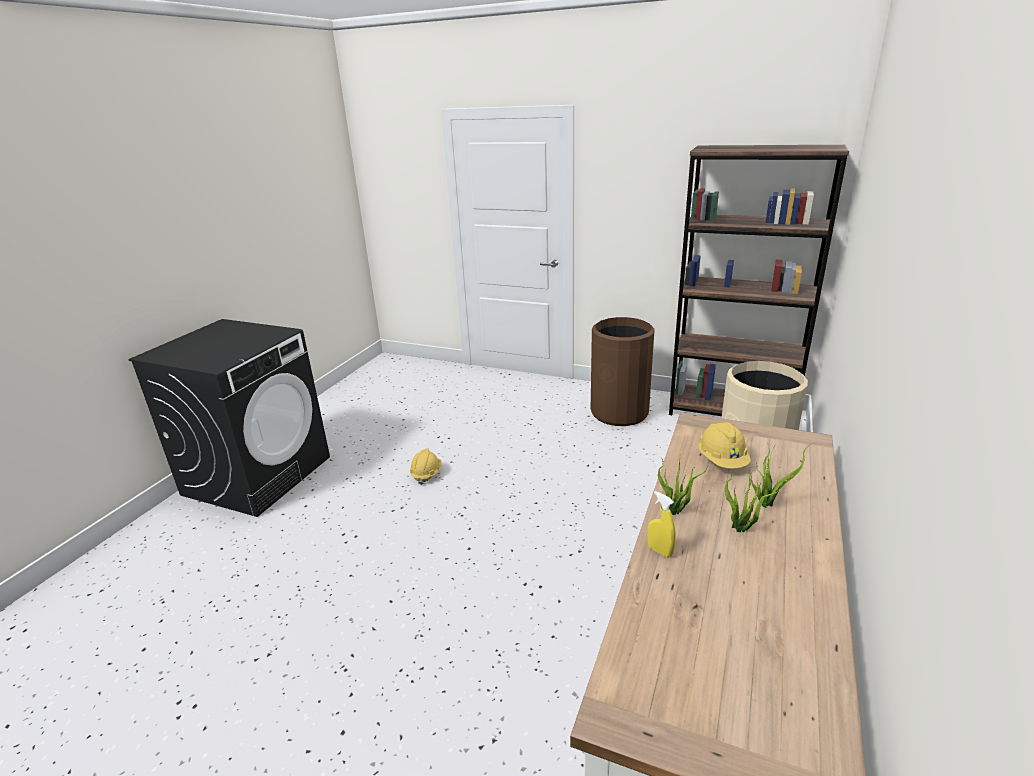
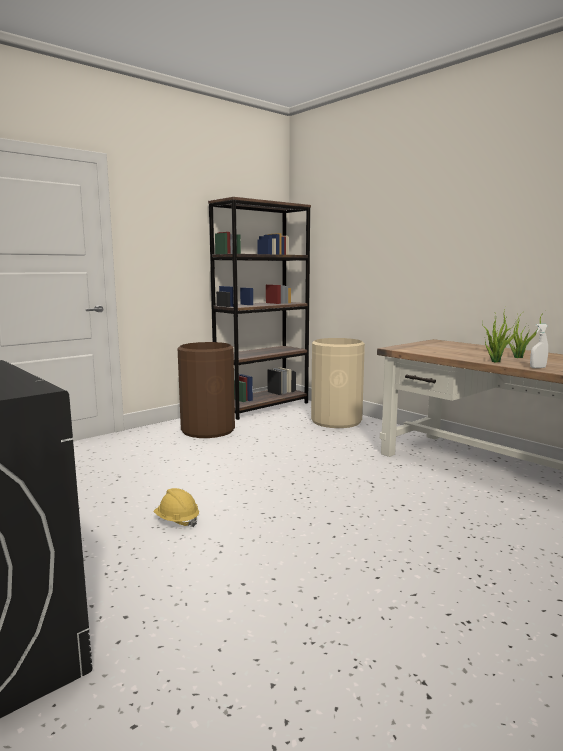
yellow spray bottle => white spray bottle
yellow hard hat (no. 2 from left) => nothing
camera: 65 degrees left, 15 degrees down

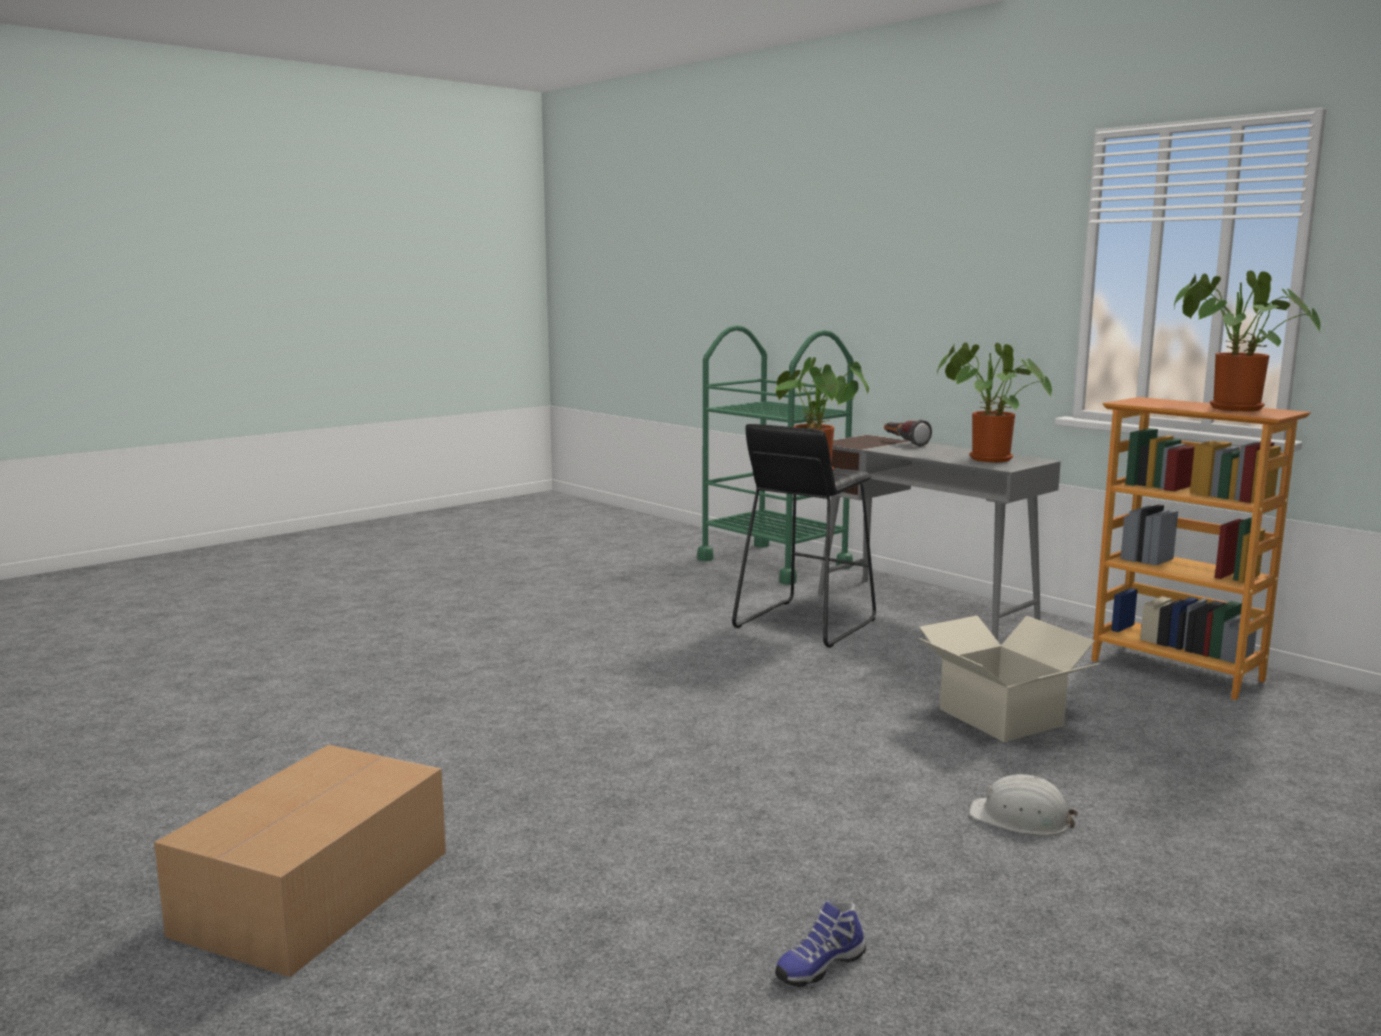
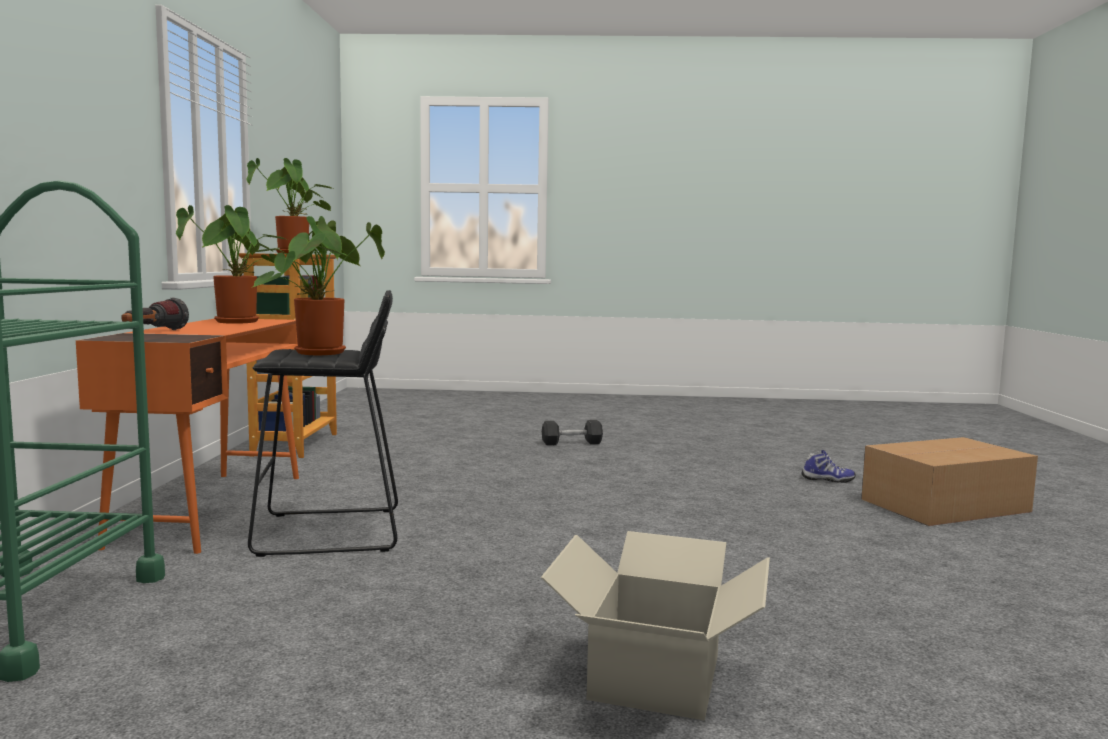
grey desk => orange desk
cardboard box (no. 2 from left in the first image) => cardboard box (no. 1 from left), relocated
white hard hat => grey dumbbell
shoe, relocated
camera: 135 degrees left, 5 degrees down

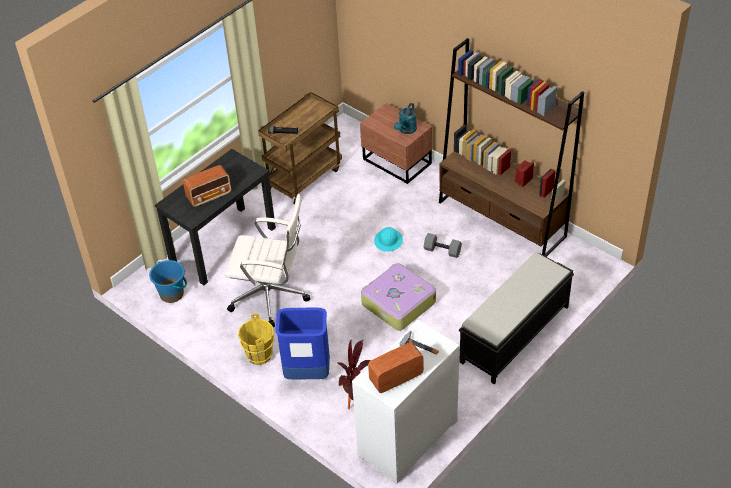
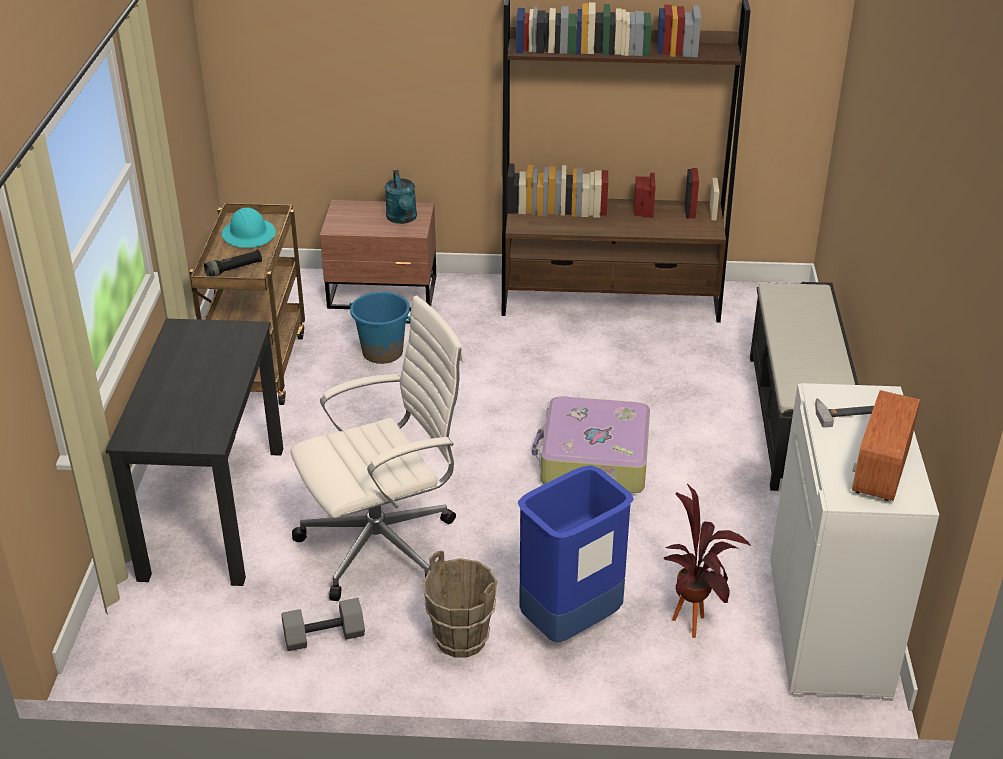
turquoise hard hat, relocated
grey dumbbell, relocated
blue bucket, relocated
yellow bucket => brown bucket
radio (no. 1 from left) => nothing
camera: 40 degrees left, 10 degrees down

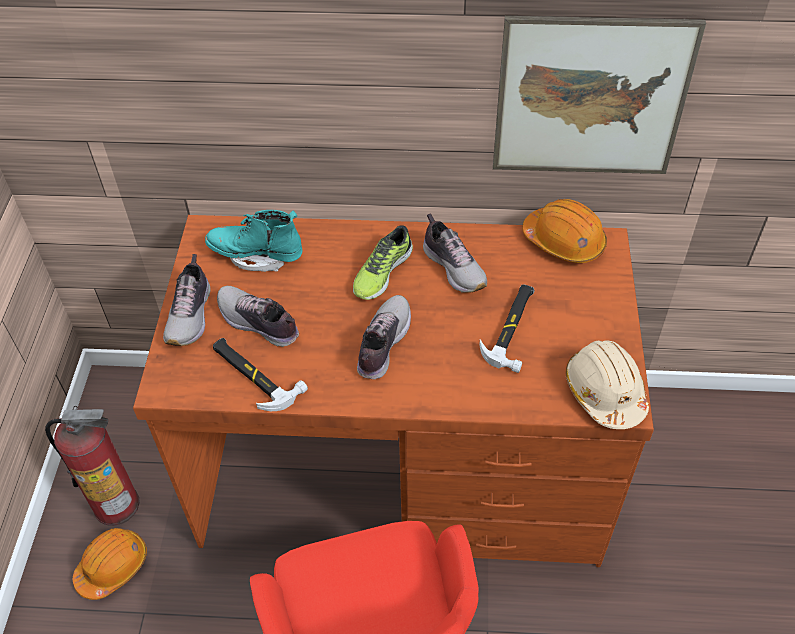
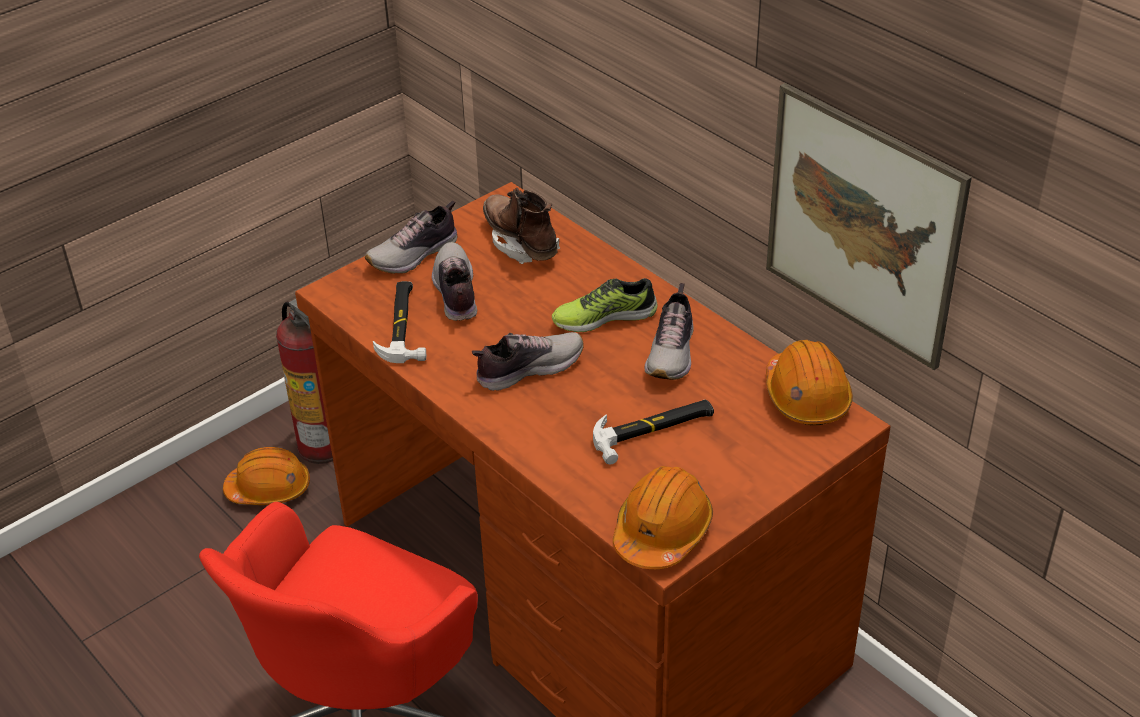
turquoise boot => brown boot
beige hard hat => orange hard hat (no. 2 from left)
camera: 45 degrees right, 10 degrees down

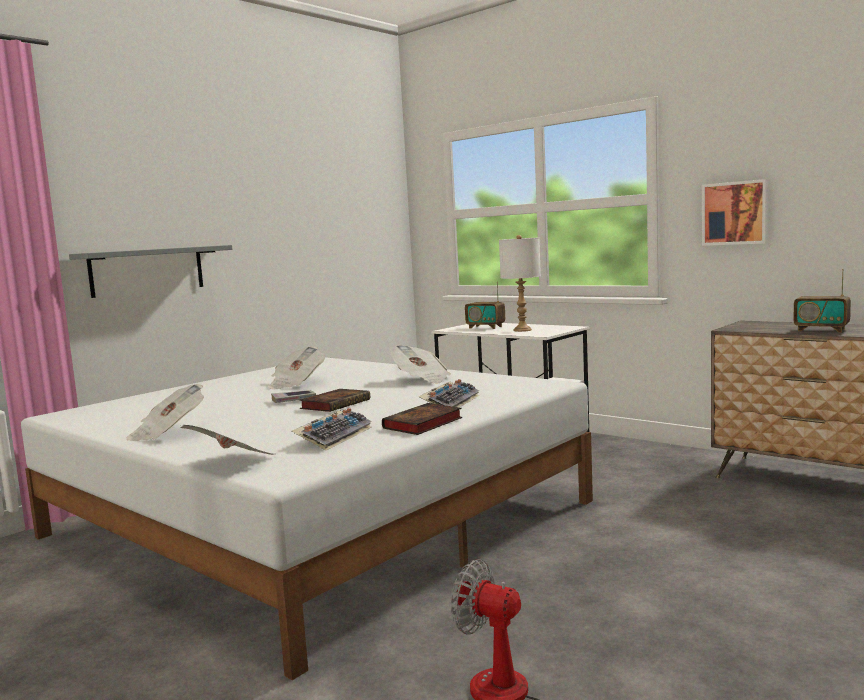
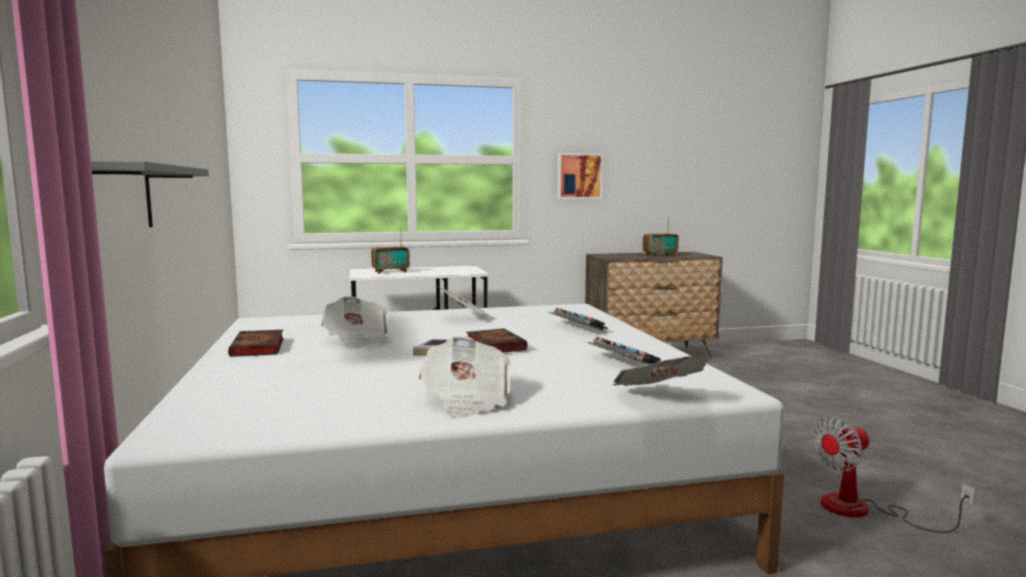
book (no. 3 from left in the first image) => book (no. 1 from left), relocated
white table lamp => nothing
camera: 55 degrees left, 0 degrees up

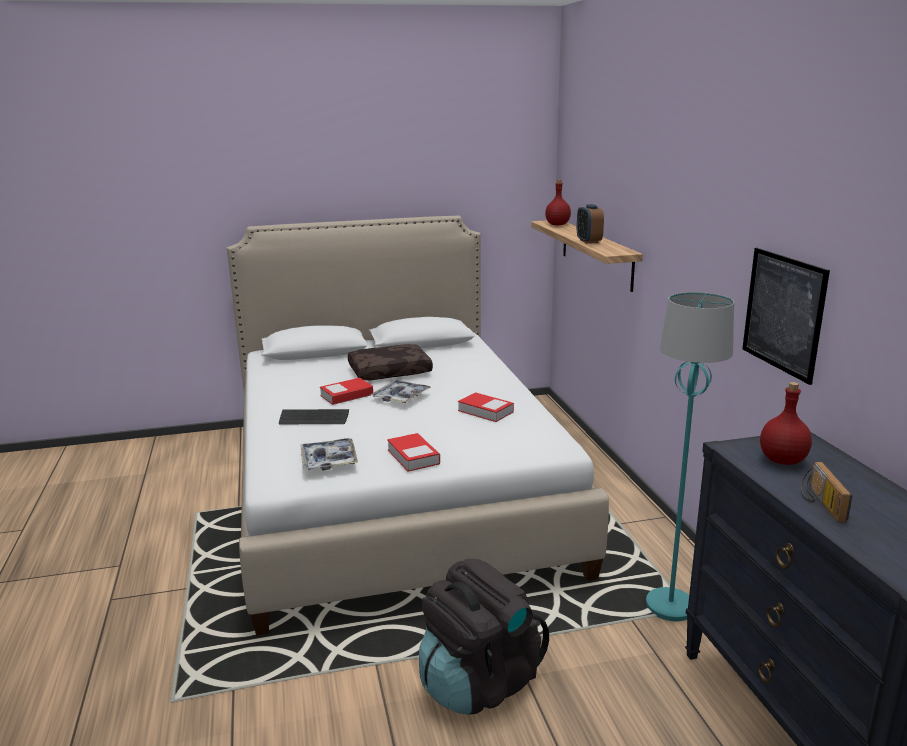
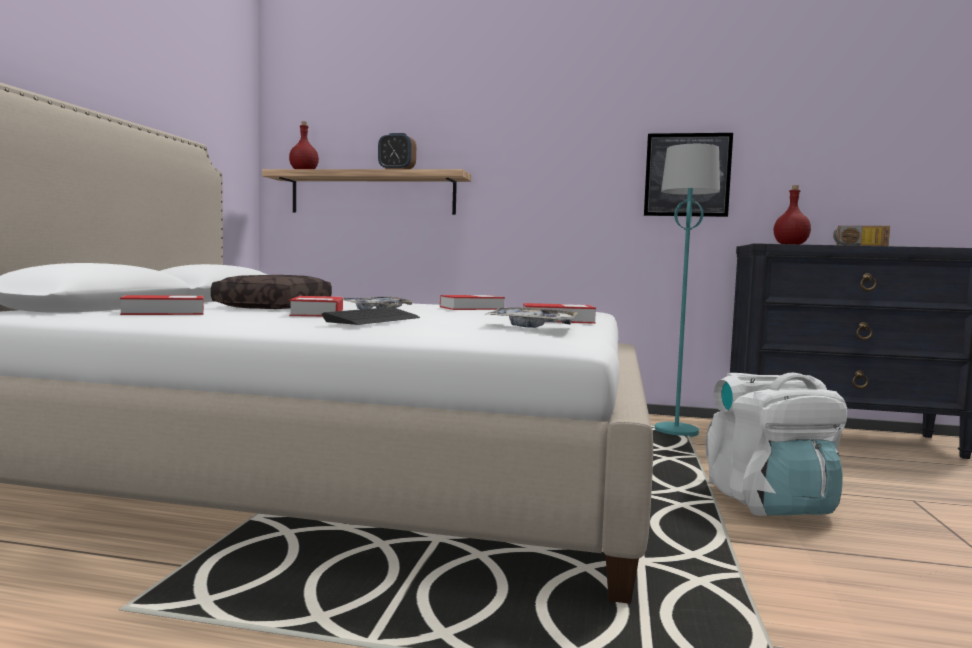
nothing => book (no. 1 from left)
black backpack => white backpack
camera: 65 degrees left, 15 degrees down

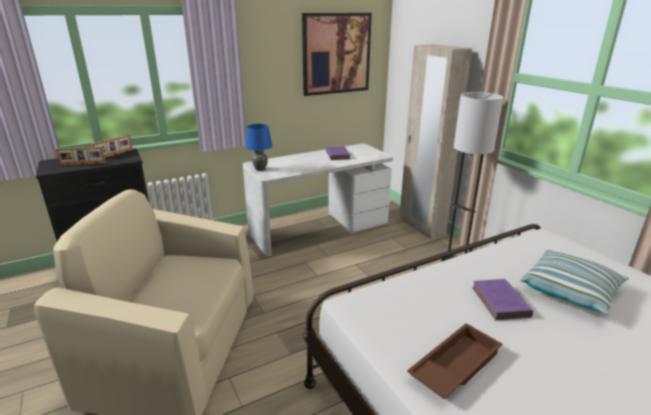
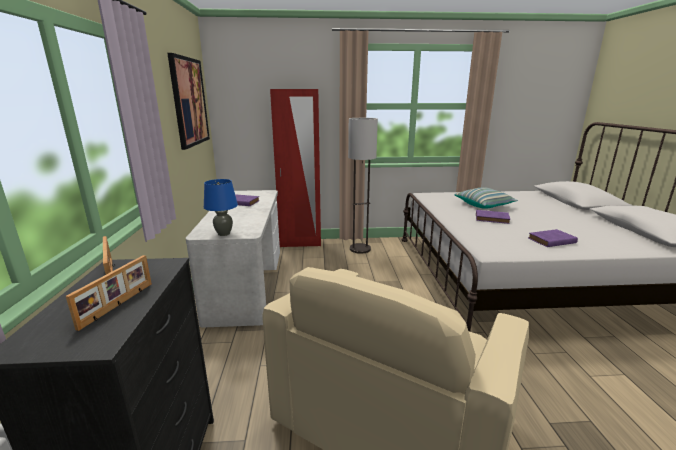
beige wardrobe => red wardrobe
brown tray => purple book (no. 3 from left)
camera: 65 degrees left, 5 degrees down

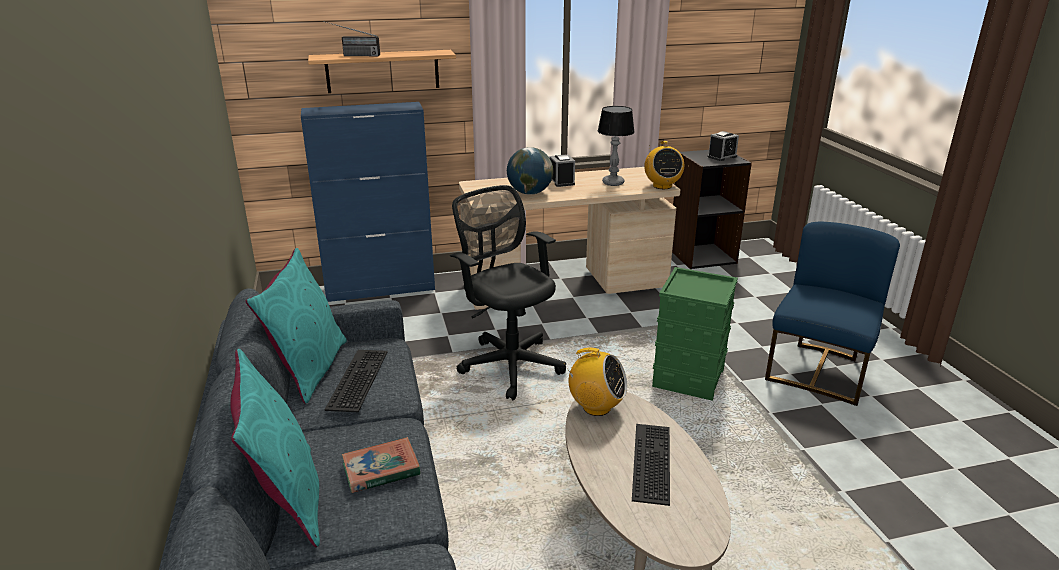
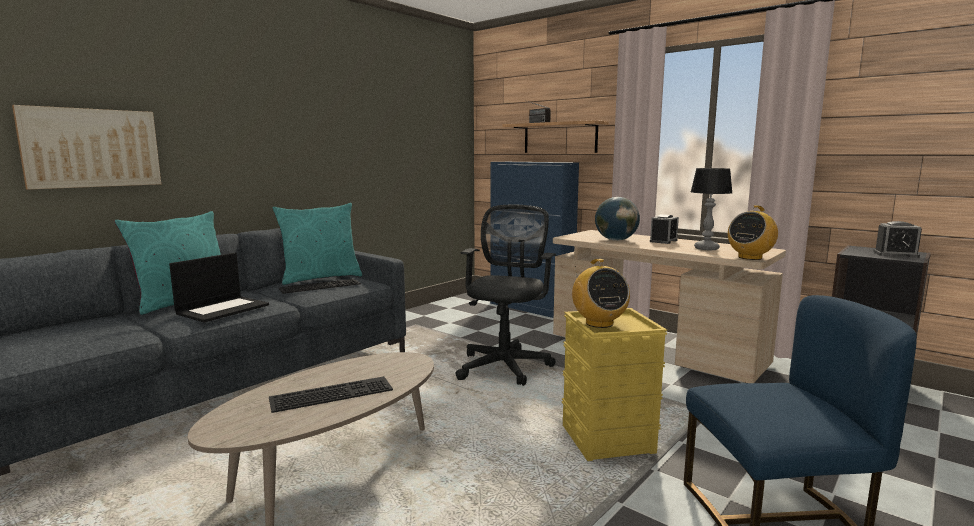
nothing => picture
book => laptop
green storage box => yellow storage box
radio (no. 2 from left), relocated
camera: 55 degrees right, 15 degrees down

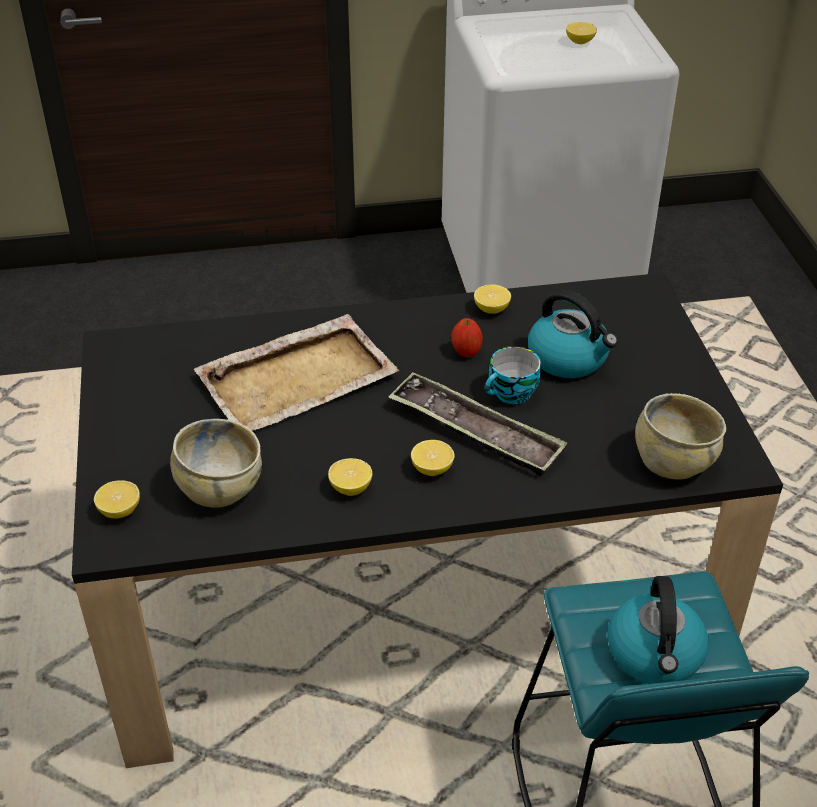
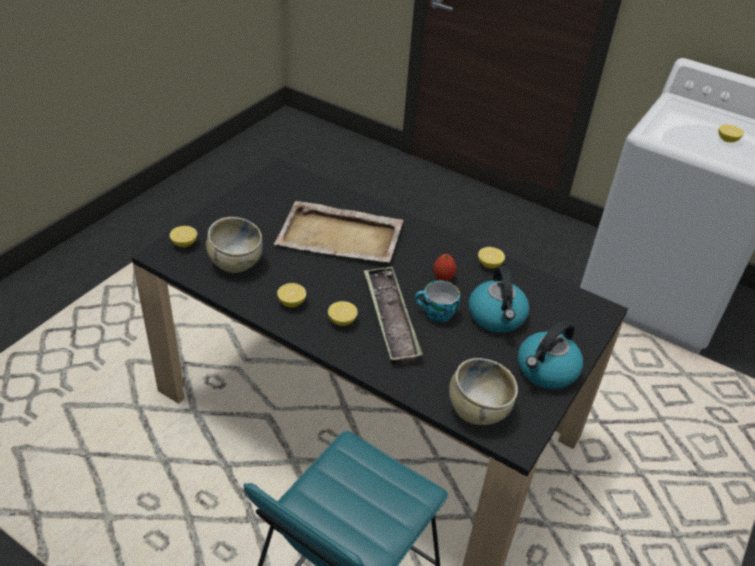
kettle (no. 2 from left), relocated
camera: 40 degrees right, 0 degrees up

